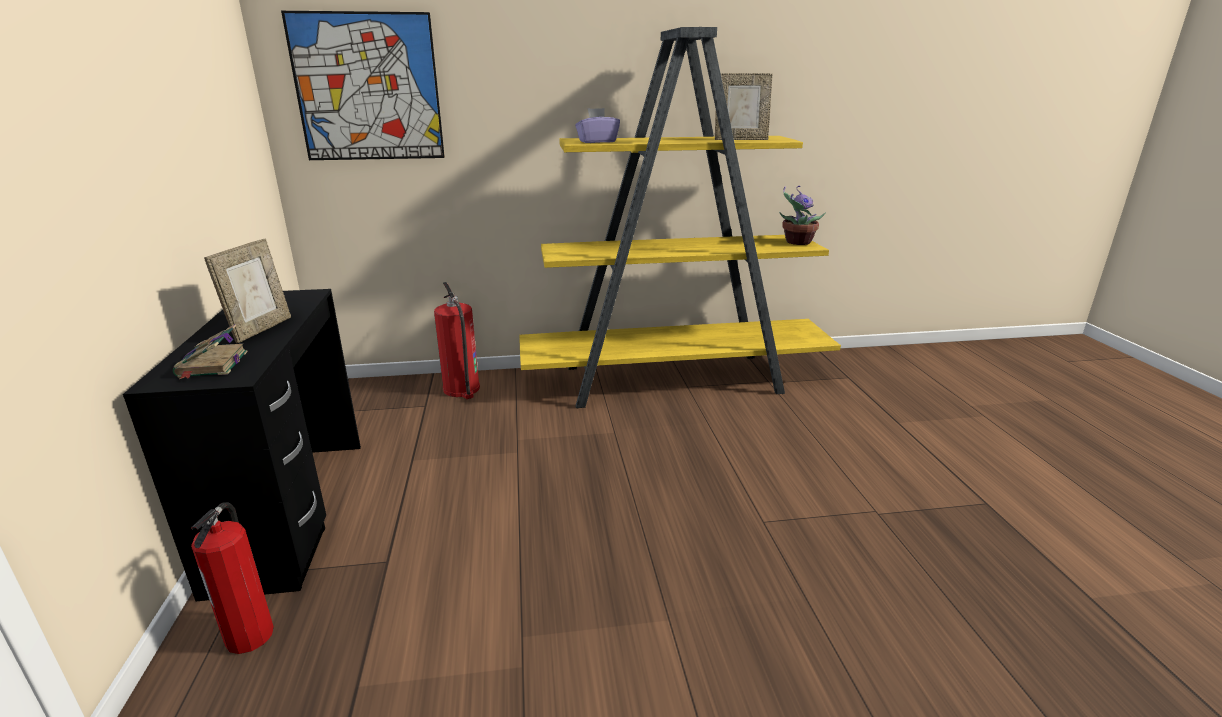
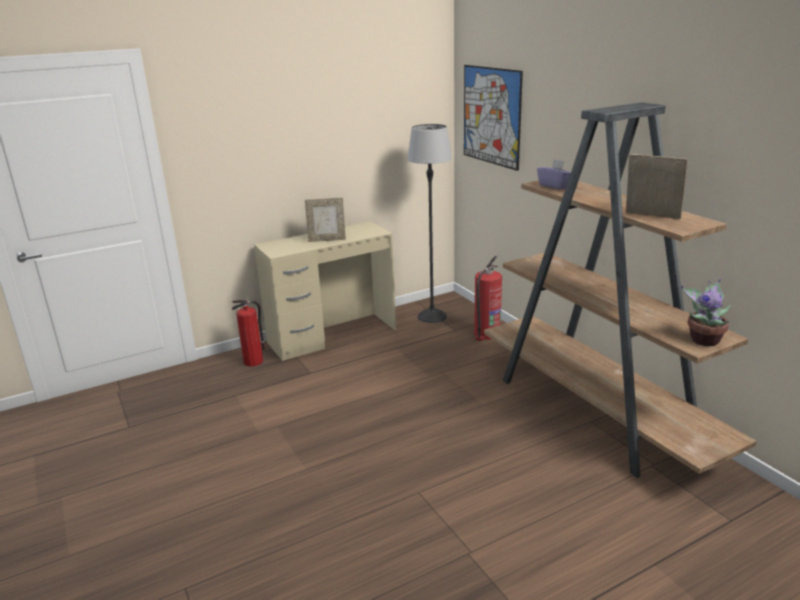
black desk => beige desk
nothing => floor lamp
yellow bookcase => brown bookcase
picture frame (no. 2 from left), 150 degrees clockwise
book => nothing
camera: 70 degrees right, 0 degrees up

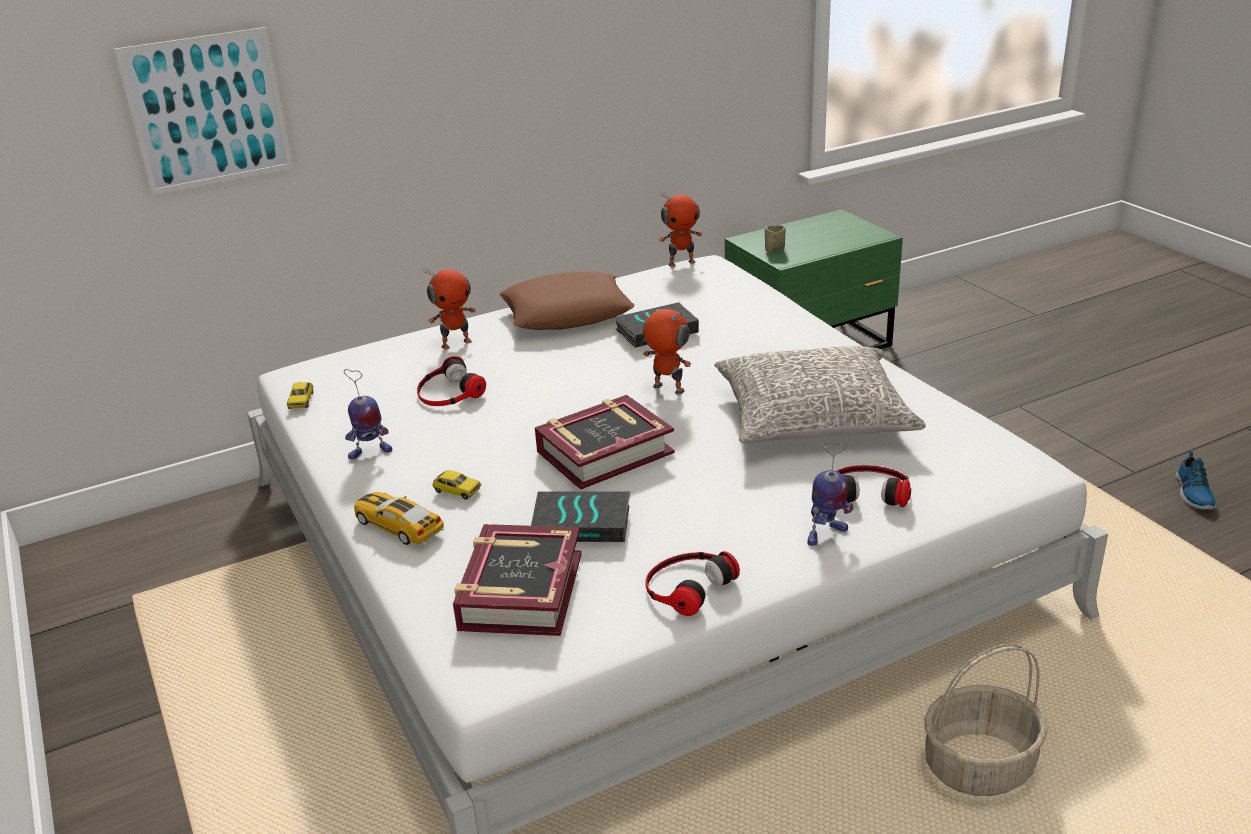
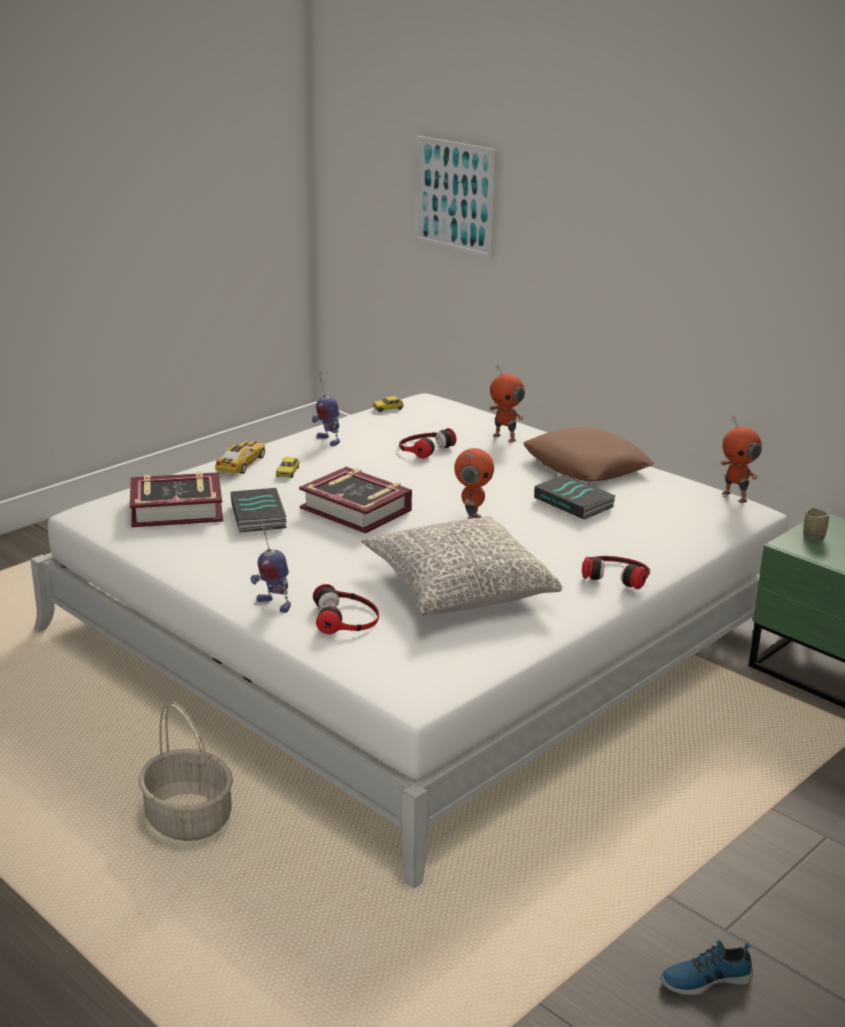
headphones (no. 2 from left in the first image) => headphones (no. 3 from left), relocated
camera: 70 degrees right, 5 degrees down

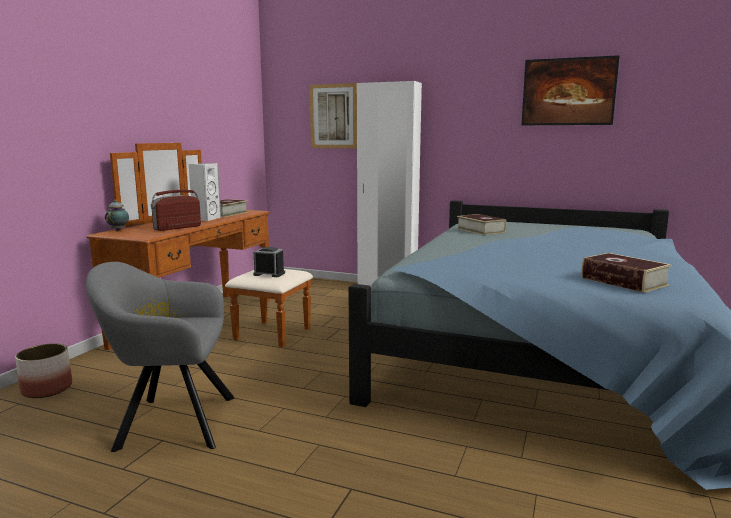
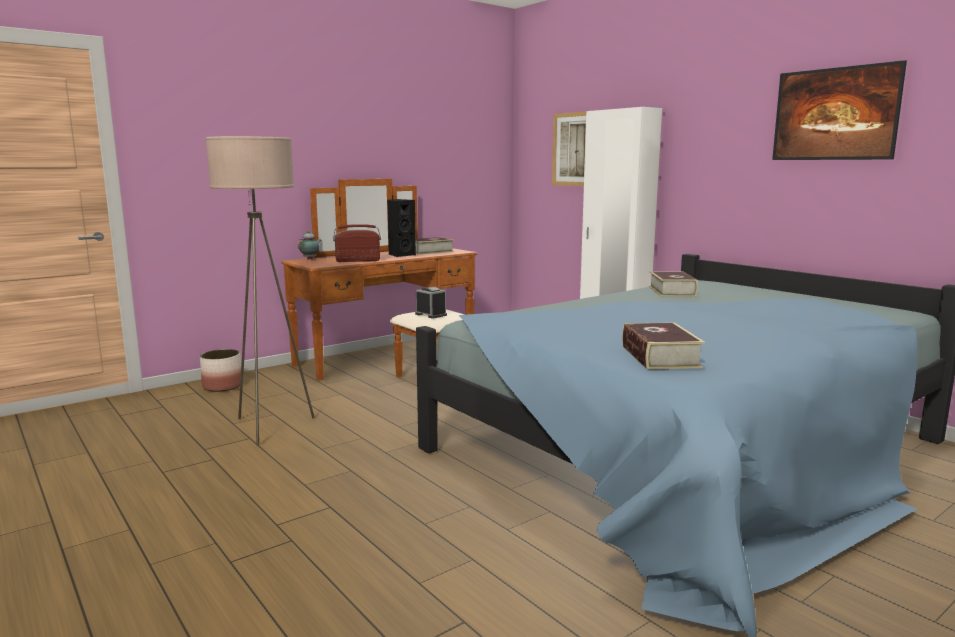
grey armchair => beige floor lamp
white speaker => black speaker
camera: 30 degrees right, 0 degrees up

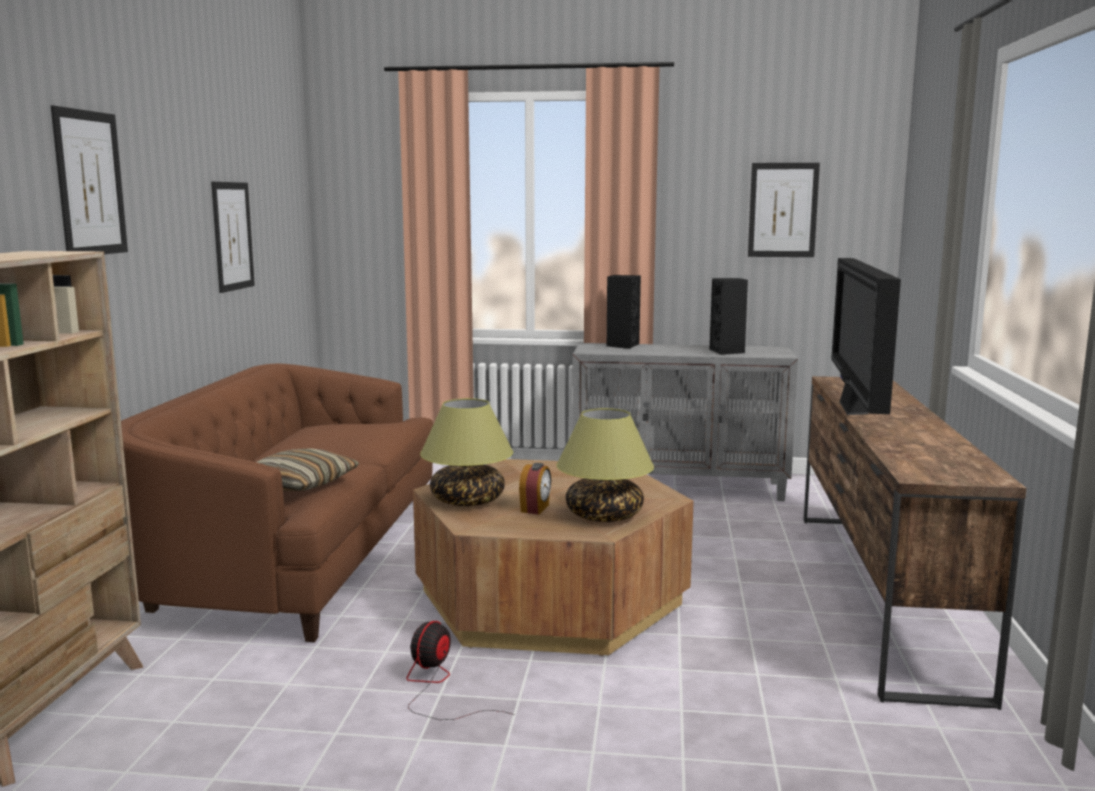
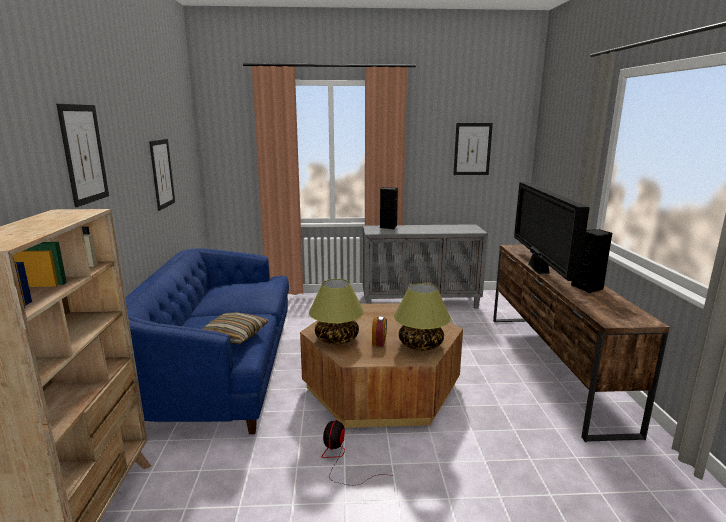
brown sofa => blue sofa
black speaker (no. 2 from left), relocated
camera: 10 degrees left, 5 degrees up

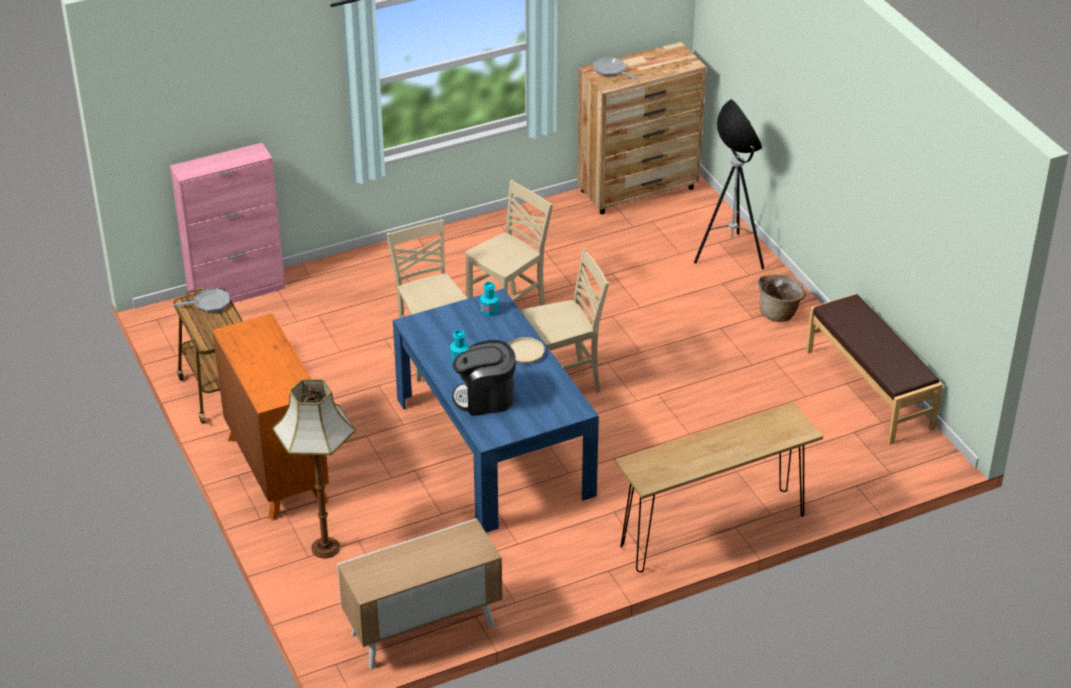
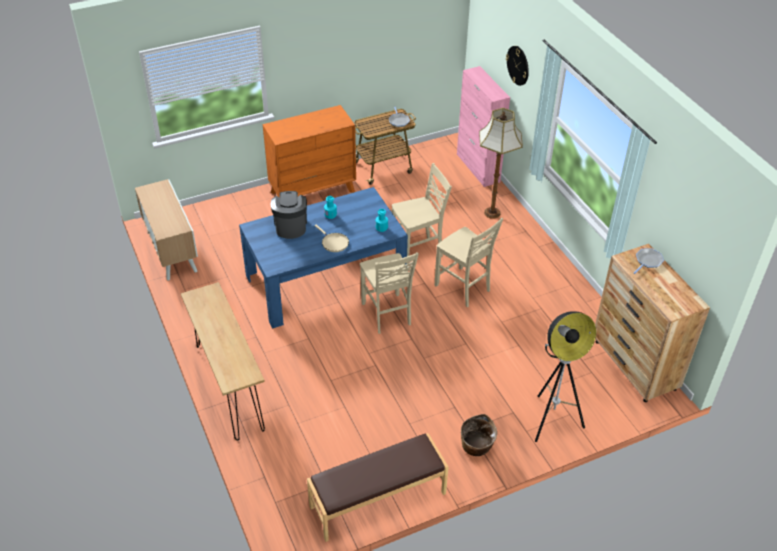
floor lamp (no. 1 from left), relocated
nothing => wall clock
camera: 90 degrees right, 5 degrees up

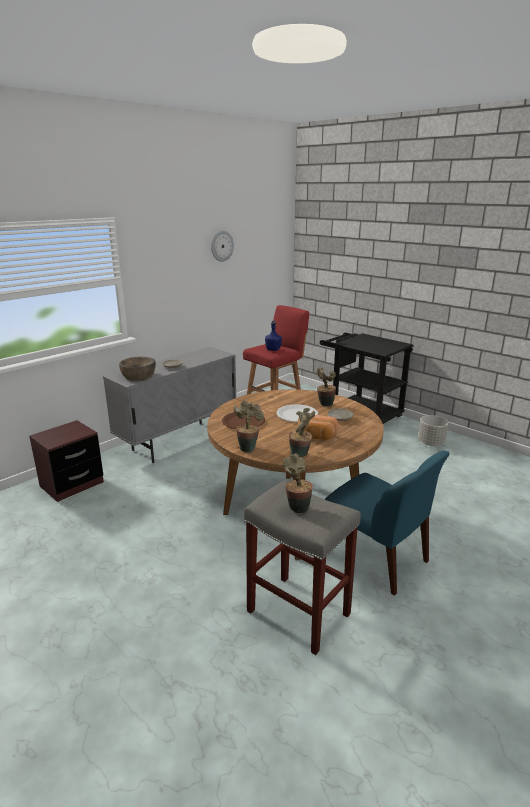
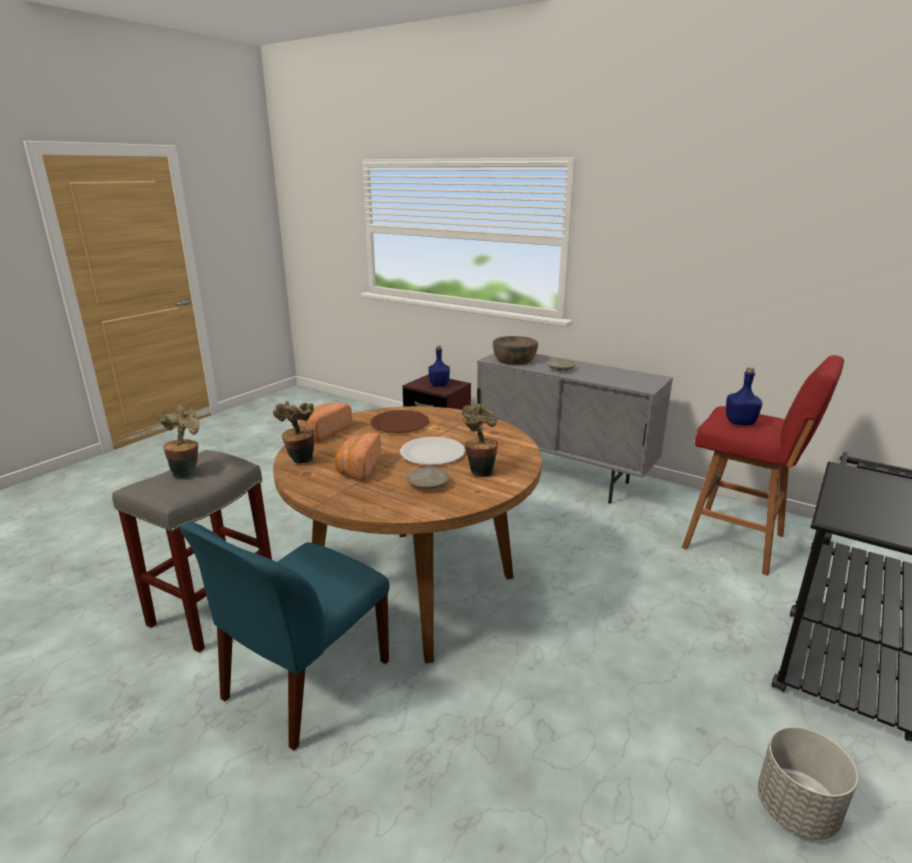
potted plant (no. 1 from left) => bread (no. 1 from left)
nothing => blue bottle (no. 1 from left)
wall clock => nothing
camera: 80 degrees right, 0 degrees up

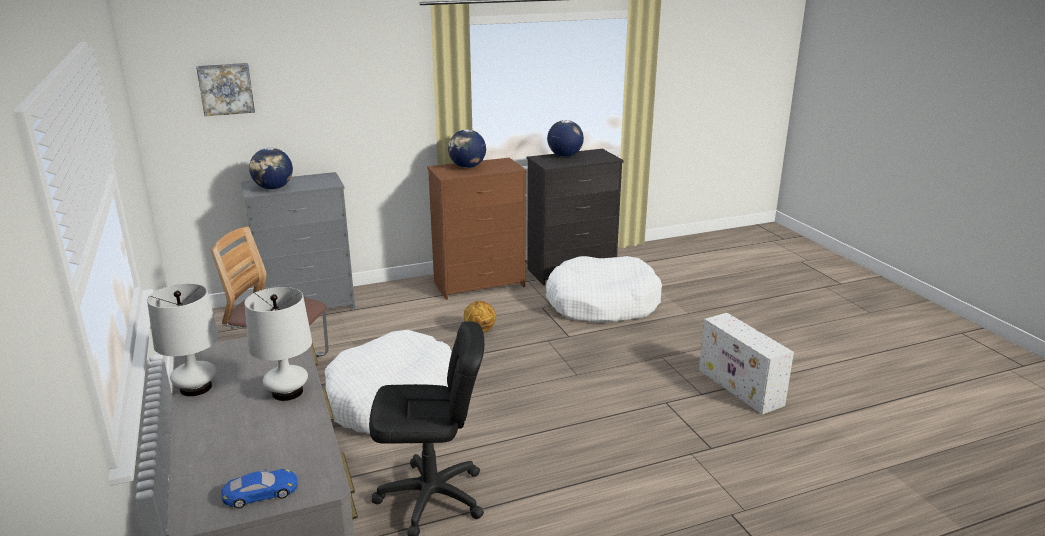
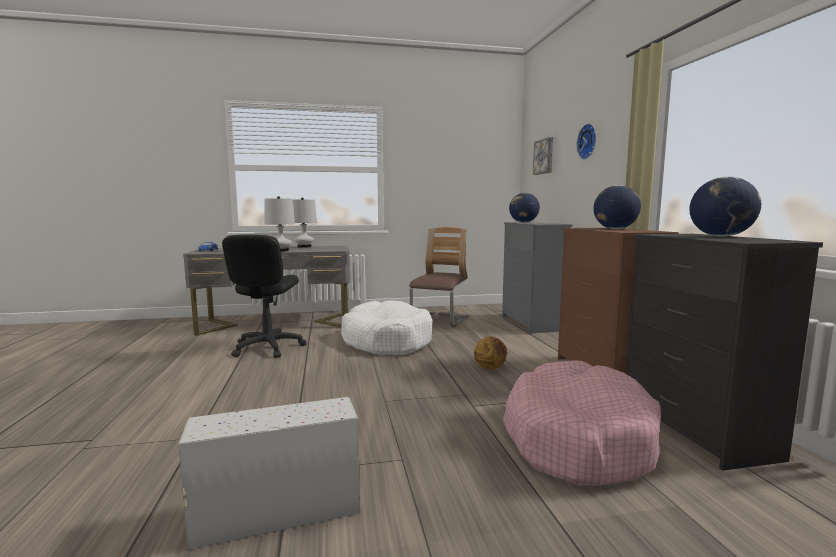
white dog bed (no. 2 from left) => pink dog bed
nothing => wall clock
camera: 100 degrees right, 15 degrees down

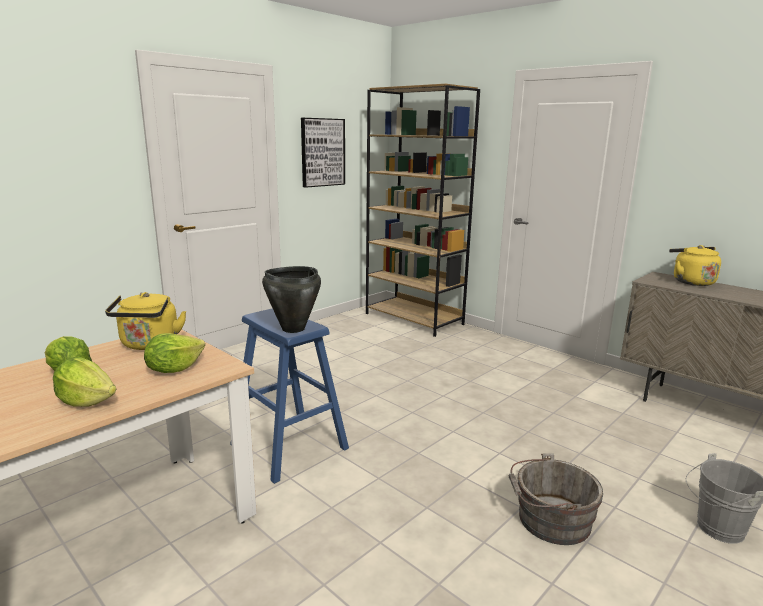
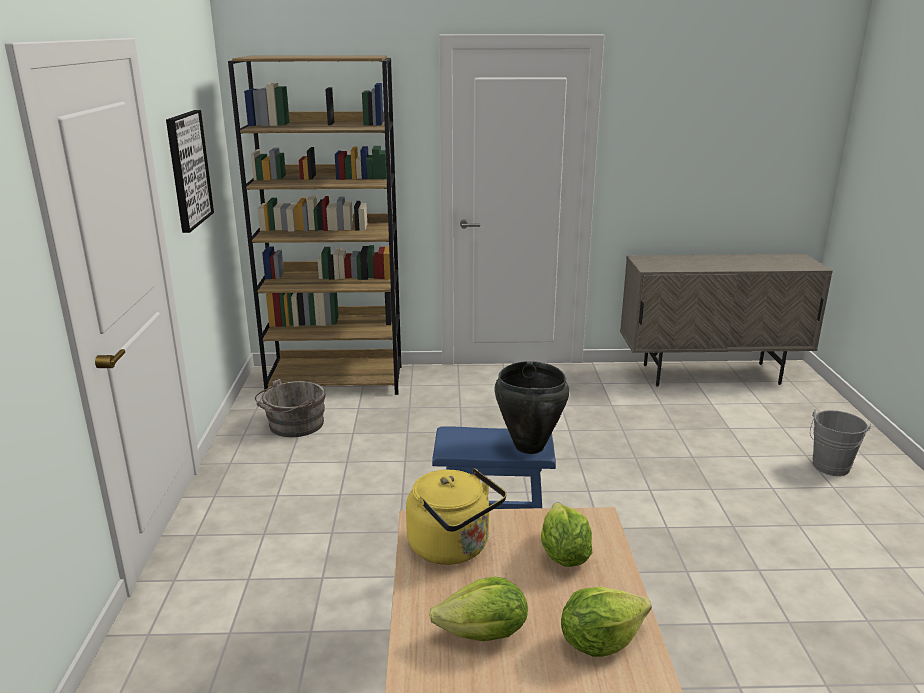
grey bucket (no. 1 from left), relocated
yellow kettle (no. 2 from left) => nothing
camera: 45 degrees left, 5 degrees up

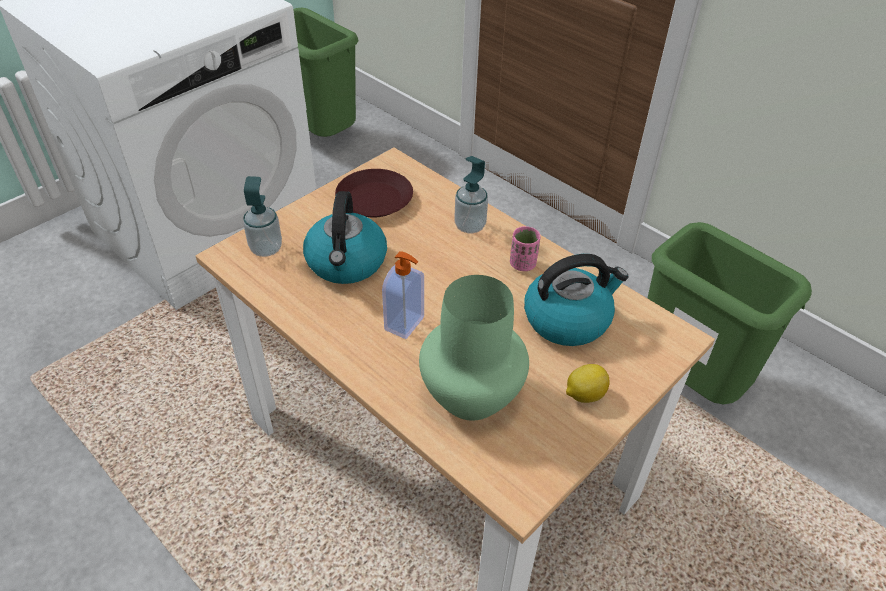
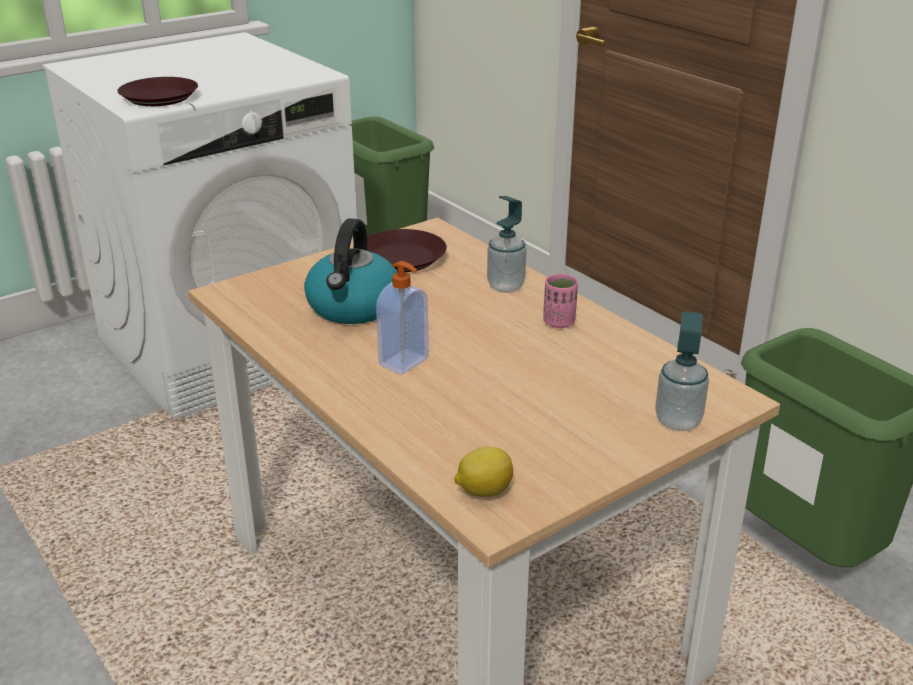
nothing => brown plate (no. 1 from left)
lemon, relocated
soap dispenser (no. 1 from left in the first image) => soap dispenser (no. 3 from left), relocated
green vase => nothing
kettle (no. 2 from left) => nothing
camera: 10 degrees right, 15 degrees down

